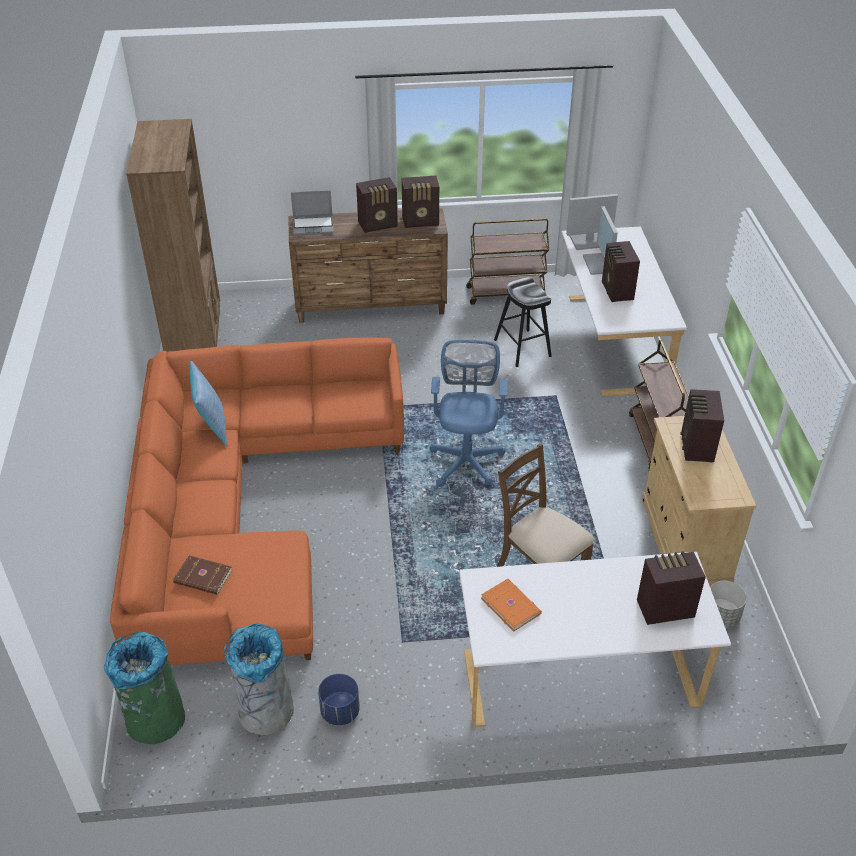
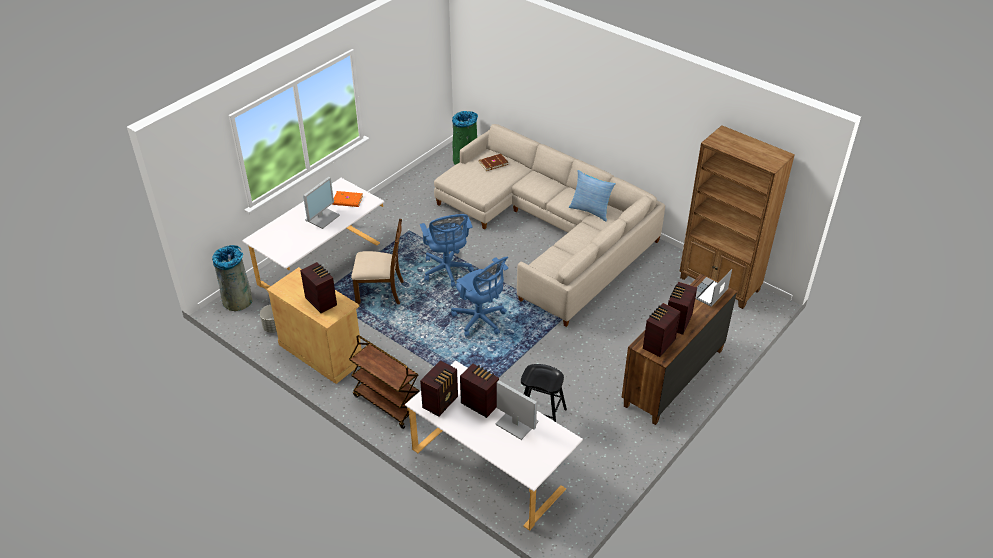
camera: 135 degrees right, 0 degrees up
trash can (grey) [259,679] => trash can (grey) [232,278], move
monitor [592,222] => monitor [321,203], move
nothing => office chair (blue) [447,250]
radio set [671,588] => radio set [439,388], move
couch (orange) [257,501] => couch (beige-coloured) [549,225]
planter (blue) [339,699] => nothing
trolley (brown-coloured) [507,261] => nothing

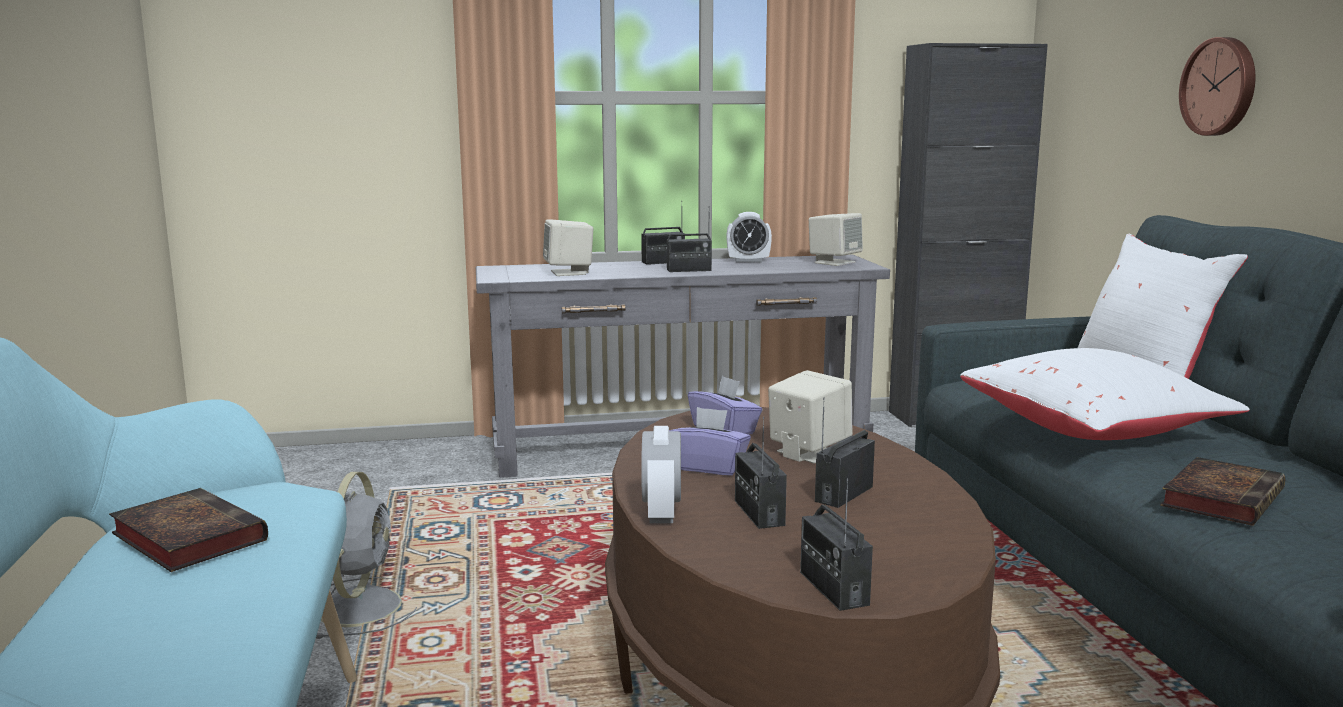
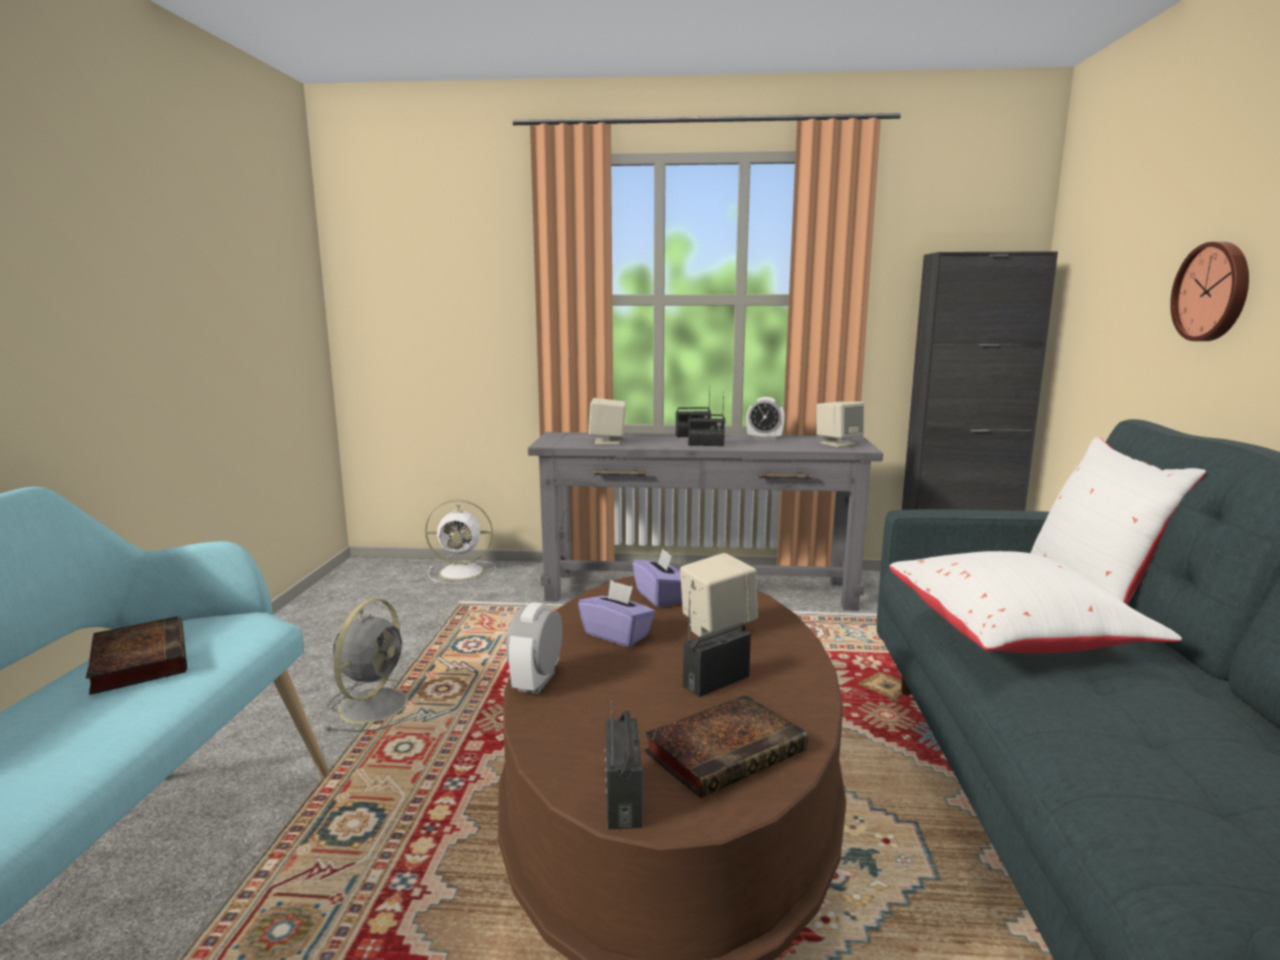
camera: 15 degrees right, 0 degrees up
nothing => electric fan (white-coloured) [460,542]
volume [1223,491] => volume [726,746], move
radio set [761,473] => nothing

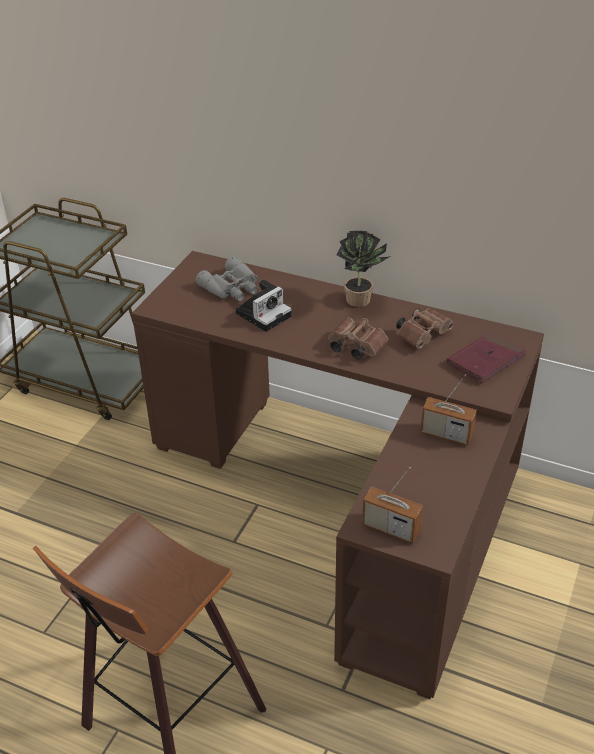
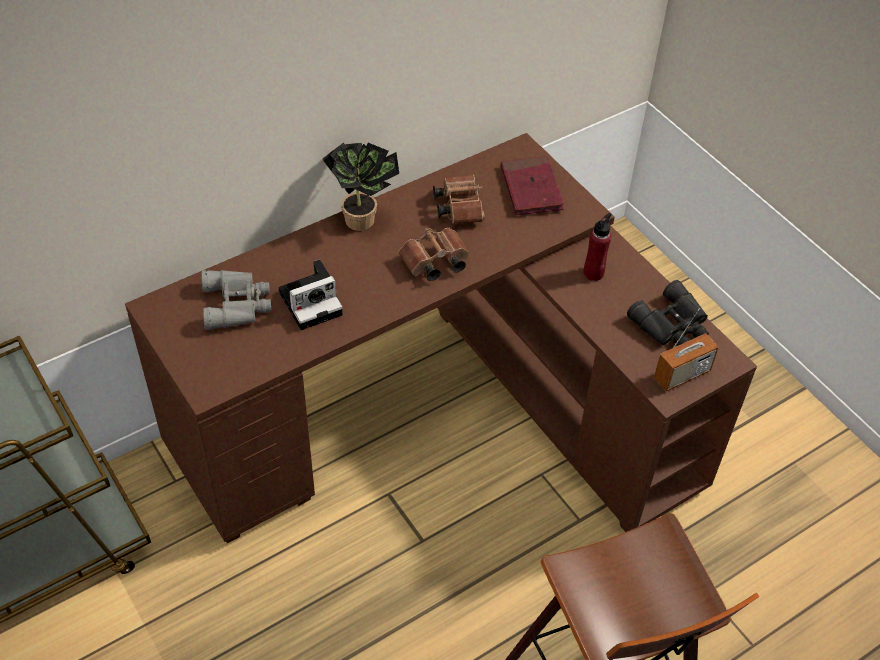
camera: 60 degrees left, 10 degrees up
still camera [264,306] => still camera [311,294], 75 degrees clockwise
radio set [448,410] => drink bottle (red) [597,247]
nothing => binoculars (black) [668,313]

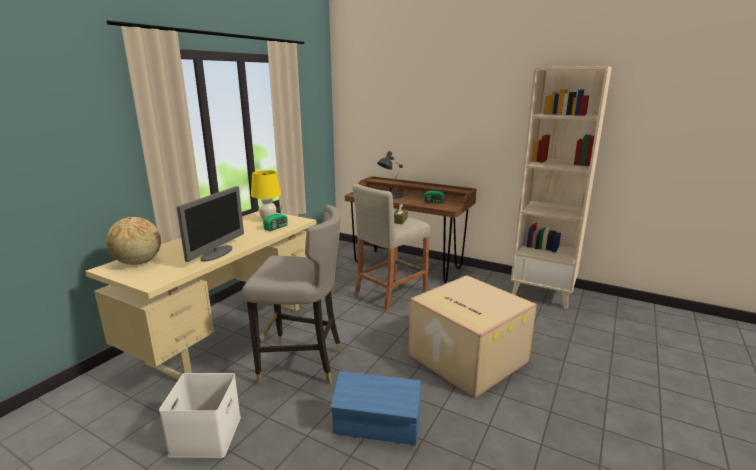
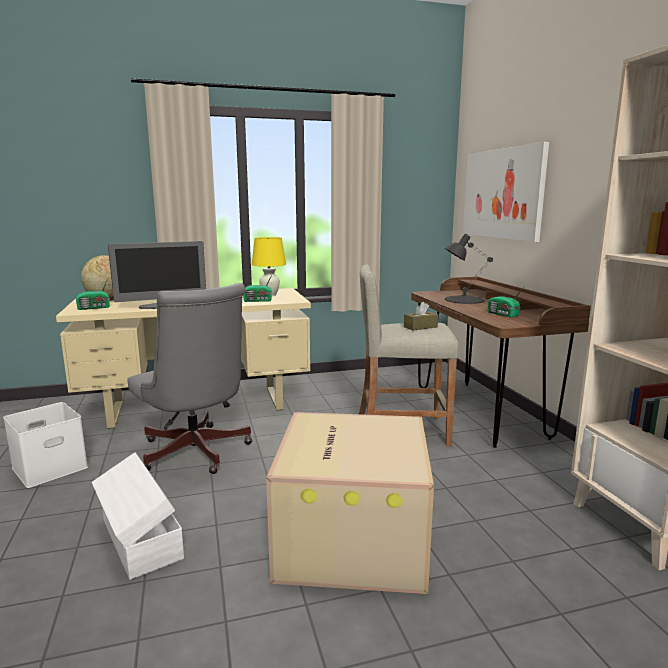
camera: 45 degrees right, 5 degrees down
nothing => radio set [93,294]
storage box (blue) [375,408] => storage box (white-coloured) [138,516]
stool seat (grey) [292,294] => office chair (grey) [189,378]
nothing => picture [506,192]

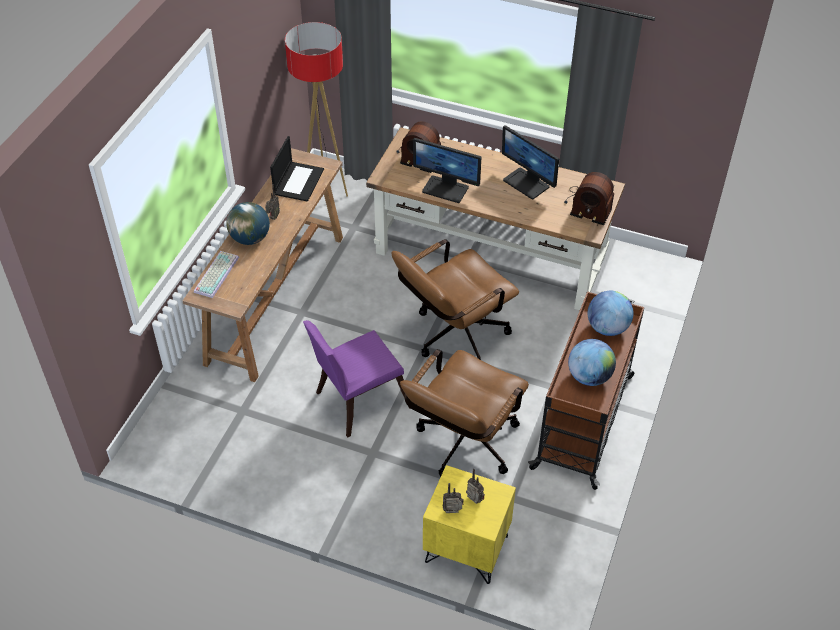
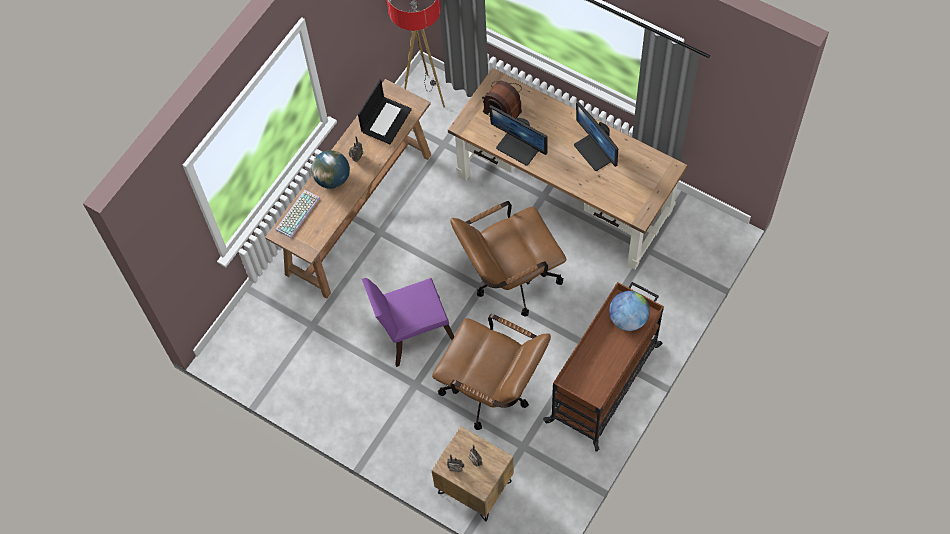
camera: 15 degrees right, 15 degrees up
night table (yellow-coloured) [469,524] => night table (brown-coloured) [472,473]
office chair (brown-coloured) [464,413] => office chair (brown-coloured) [491,372], 105 degrees counterclockwise
radio set [589,198] => nothing
world globe [592,362] => nothing

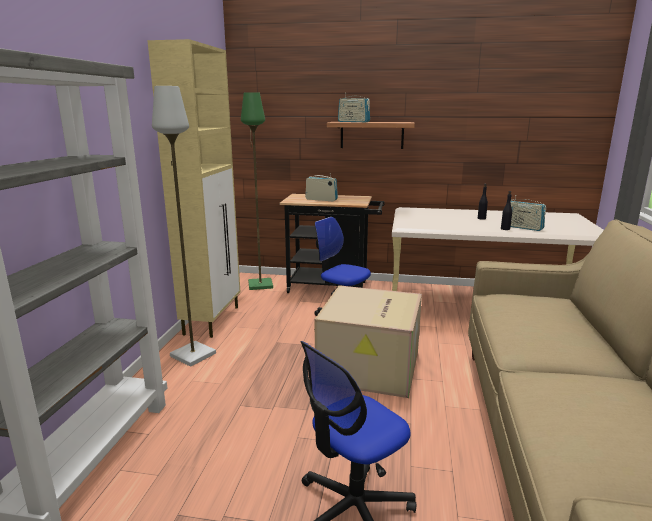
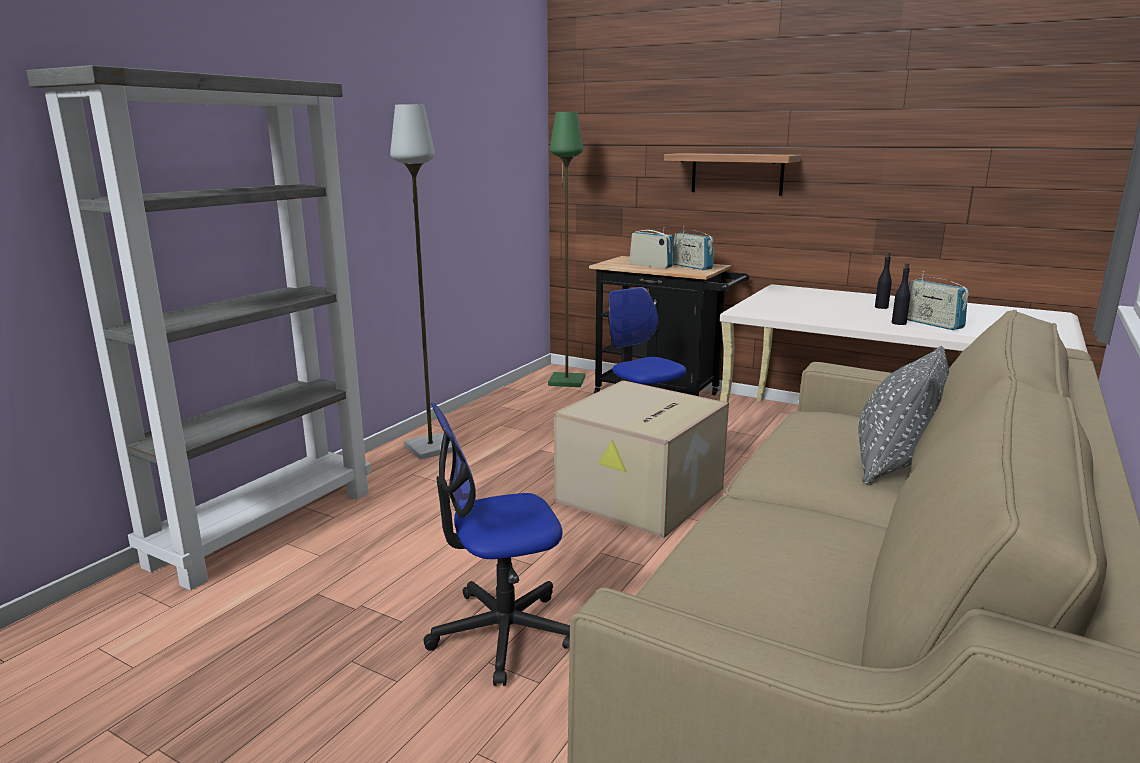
camera: 20 degrees right, 0 degrees up
radio set [354,107] => radio set [693,248], move
nothing => pillow (grey) [903,415]
cupboard (beige-coloured) [193,188] => nothing

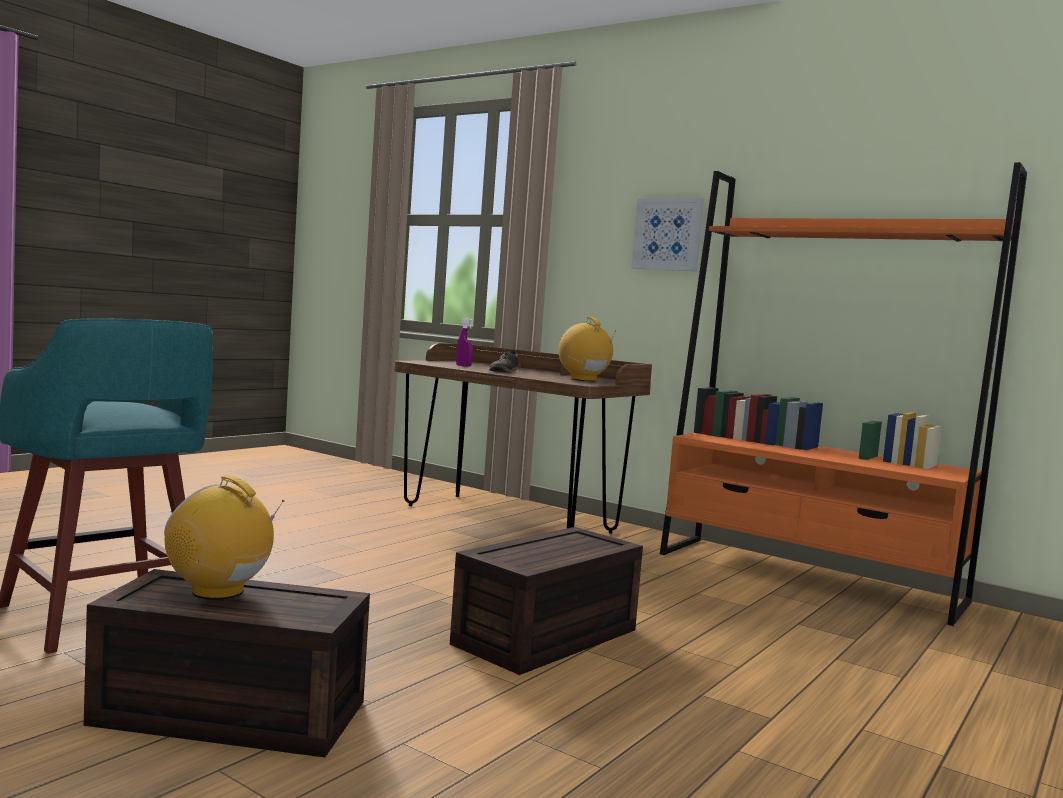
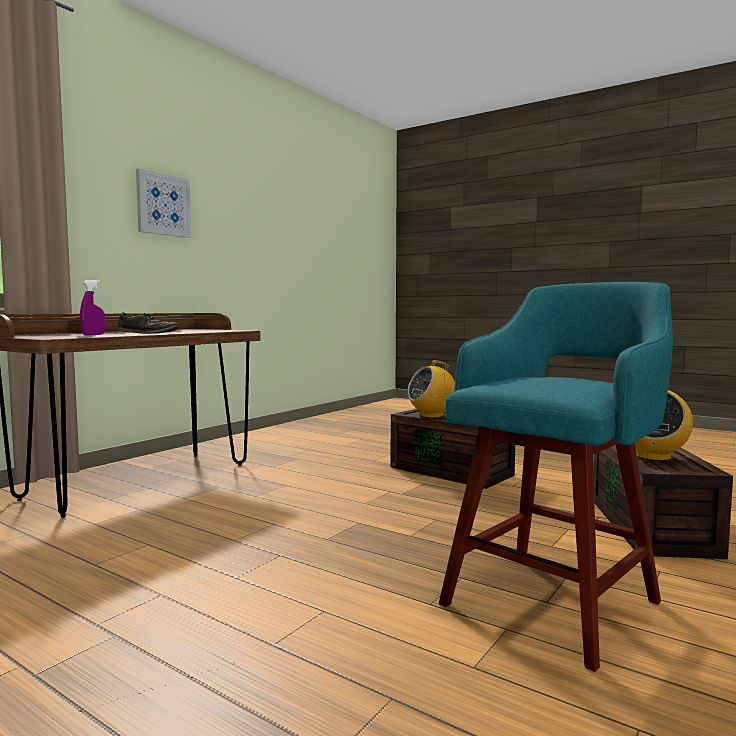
camera: 90 degrees left, 0 degrees up
radio set [587,349] => radio set [431,389], move
bookshelf (orange) [843,394] => nothing

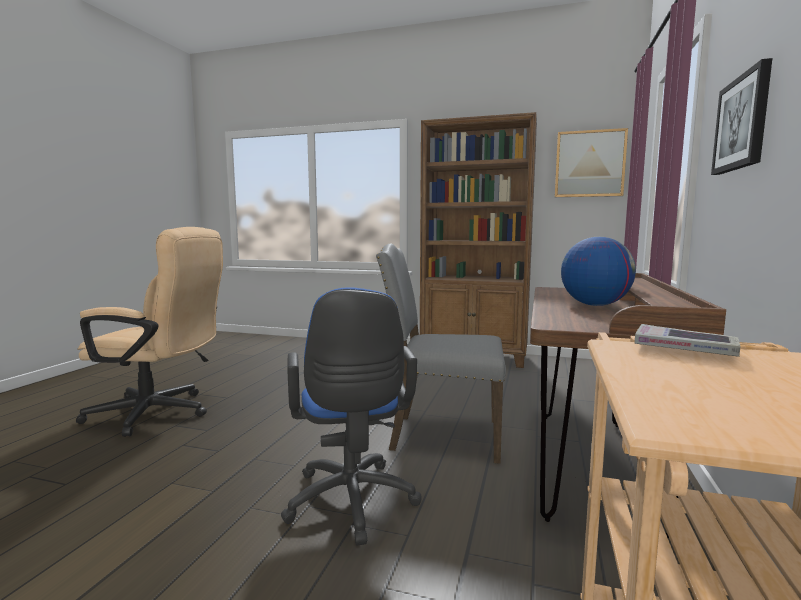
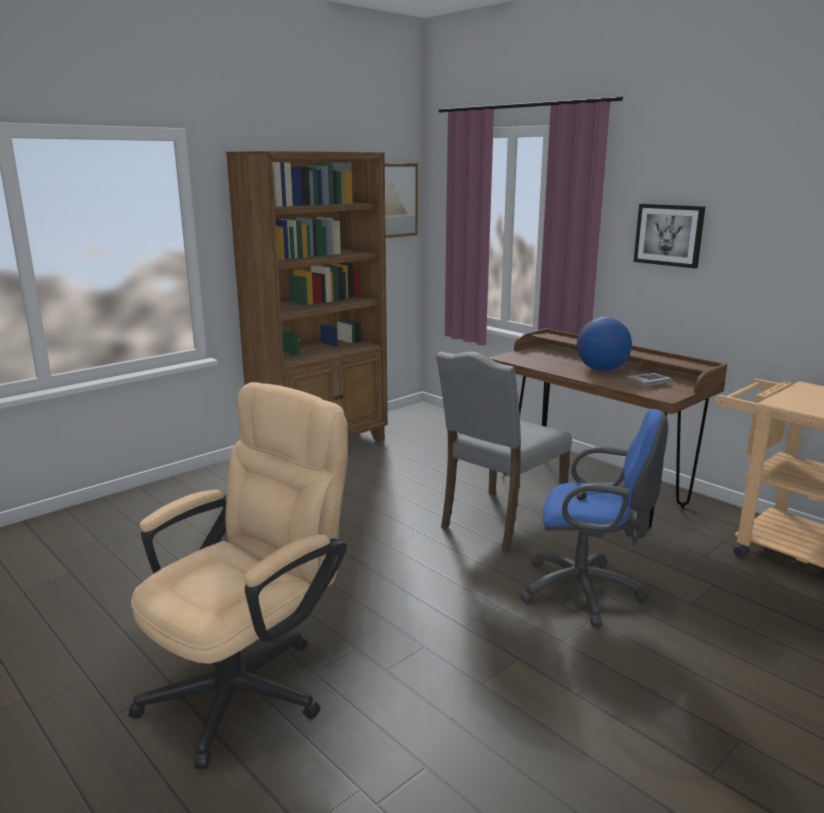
camera: 60 degrees left, 10 degrees up
volume [687,340] => volume [648,380], move

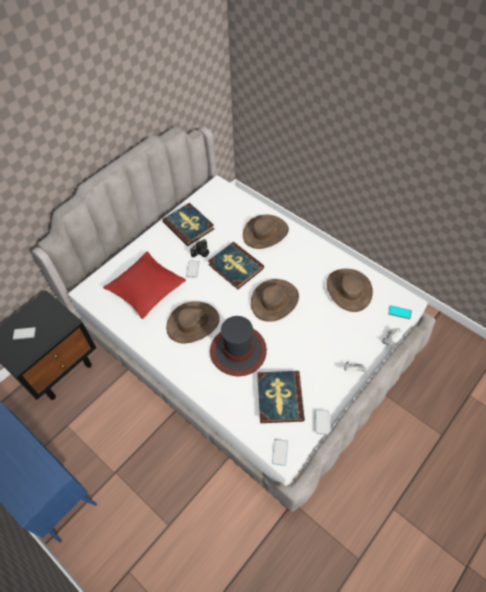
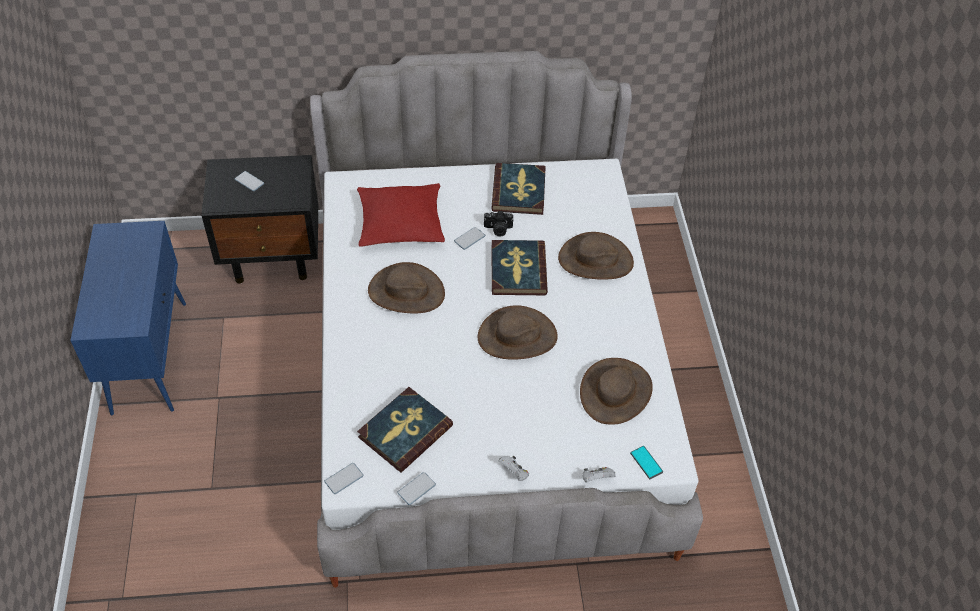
camera: 40 degrees right, 5 degrees down
hat [238,346] => nothing

